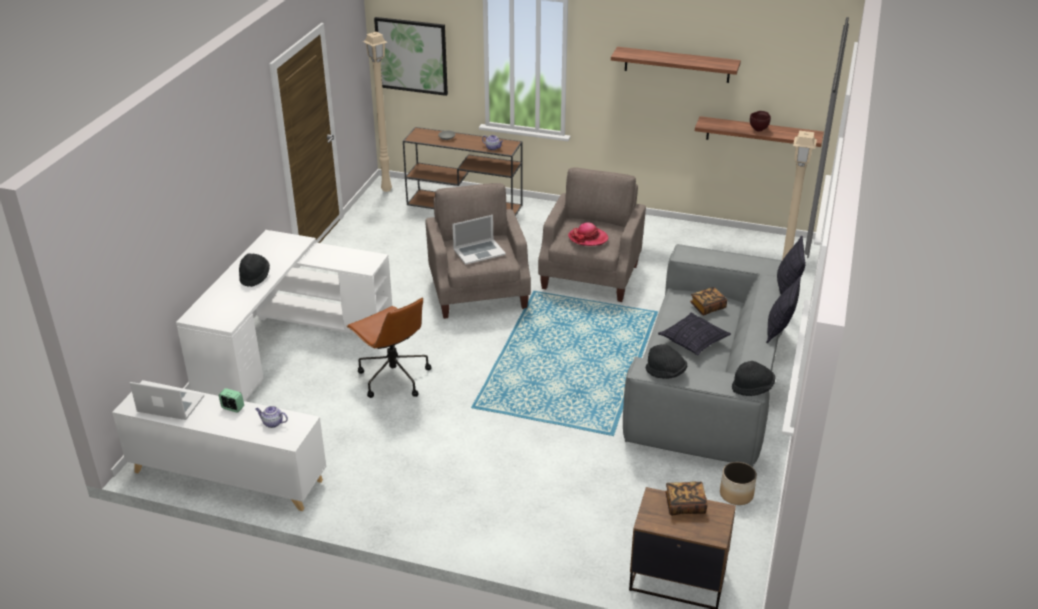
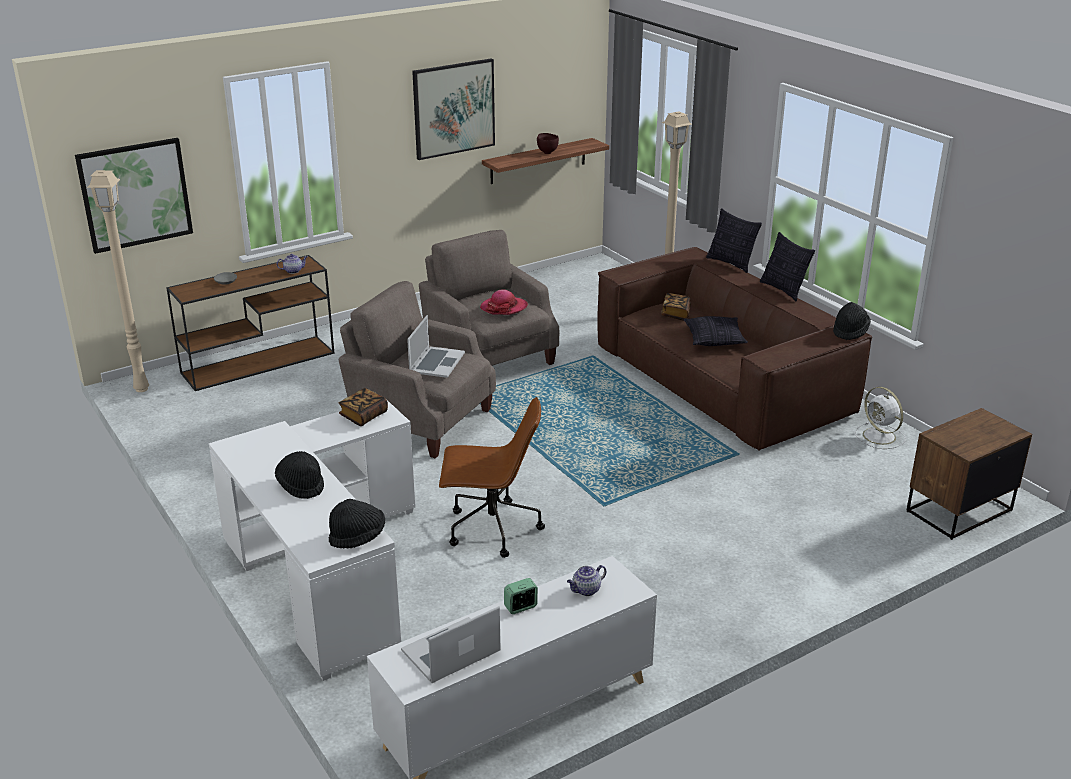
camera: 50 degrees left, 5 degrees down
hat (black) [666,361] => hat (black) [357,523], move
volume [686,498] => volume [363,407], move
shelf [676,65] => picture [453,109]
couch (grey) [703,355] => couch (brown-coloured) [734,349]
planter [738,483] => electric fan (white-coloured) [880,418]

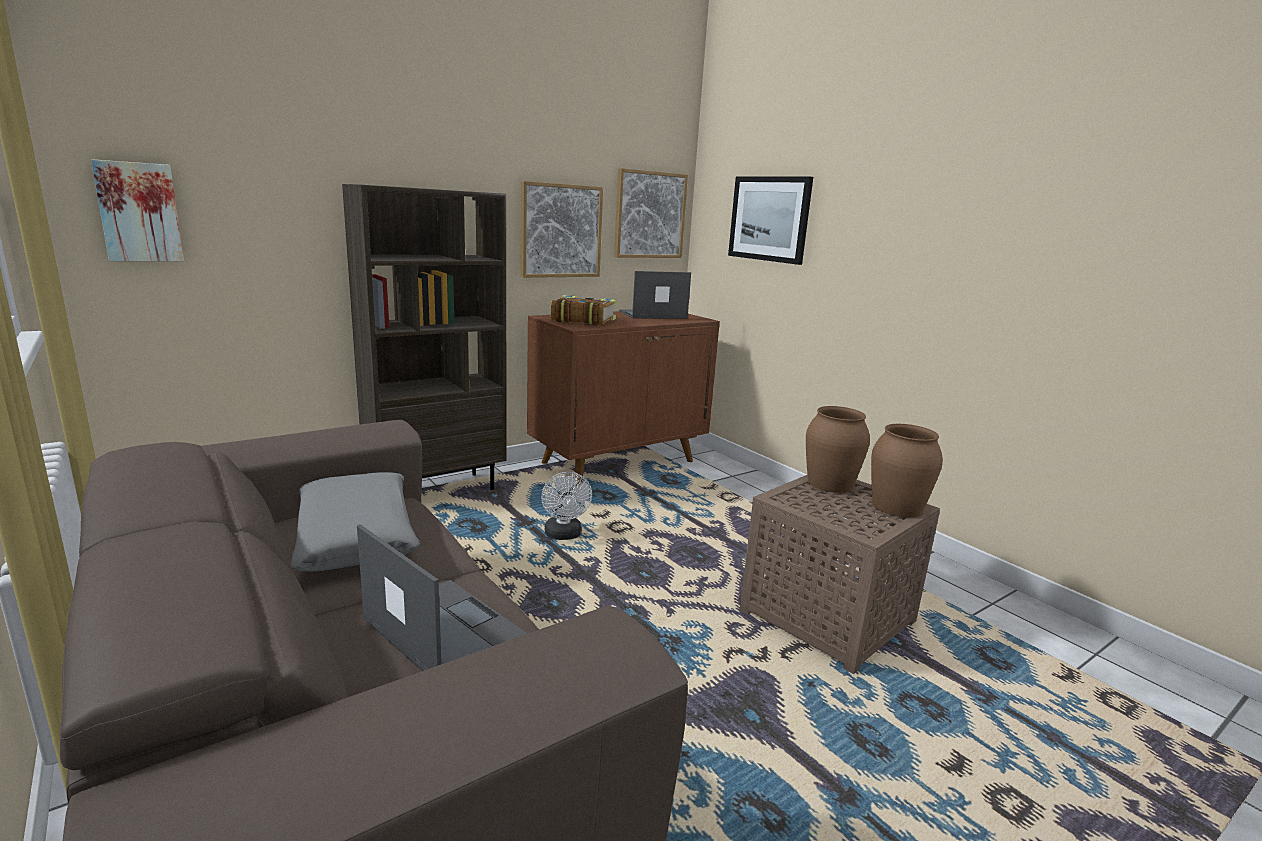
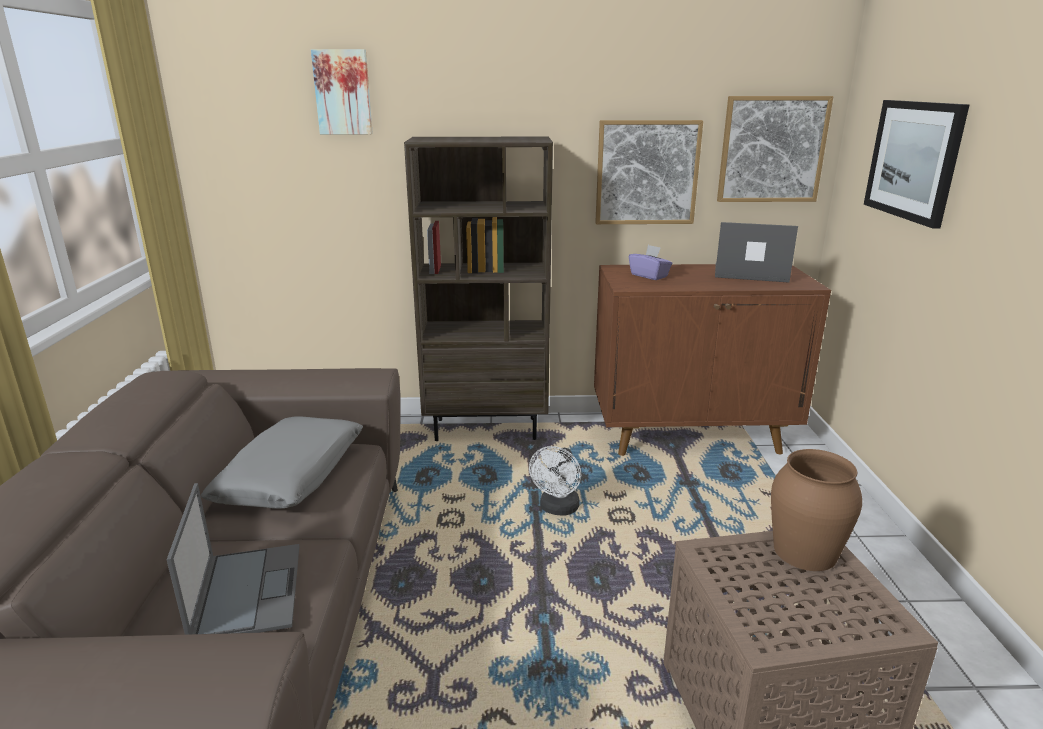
camera: 35 degrees right, 5 degrees up
picture [137,210] => picture [342,91], move
volume [584,310] => tissue holder (purplish) [651,262]
decorative vase (brown-coloured) [907,471] => nothing

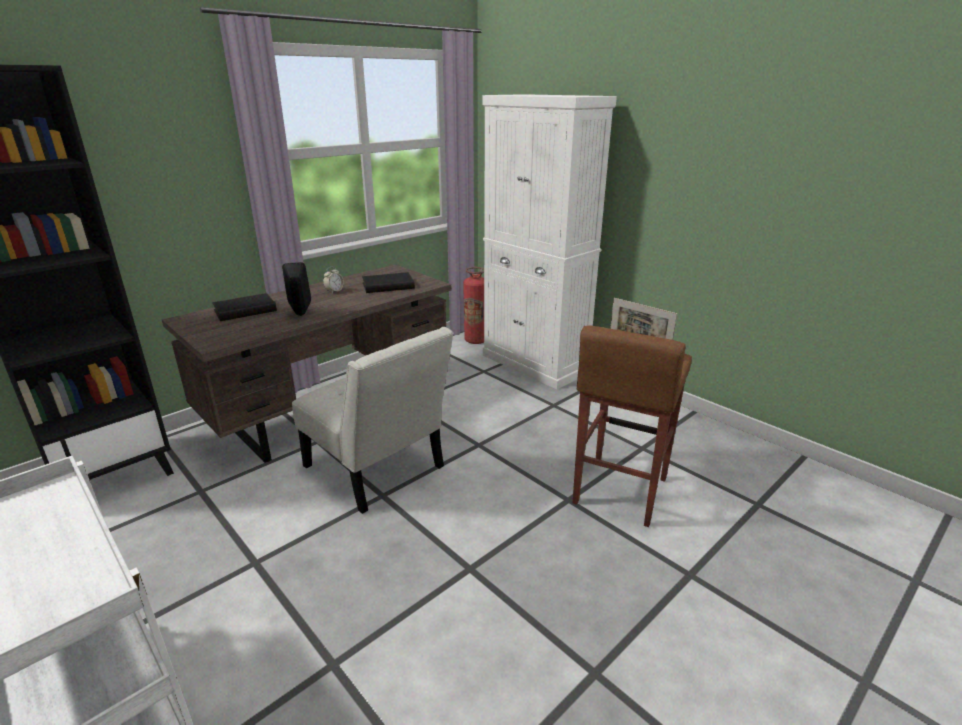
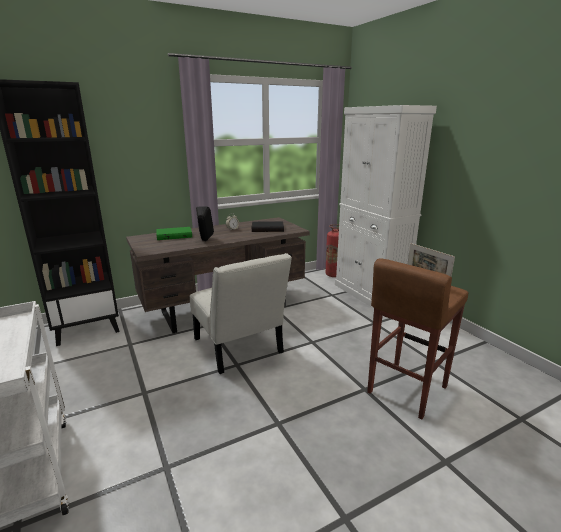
camera: 15 degrees right, 5 degrees down
volume (black) [244,307] => volume (green-coloured) [174,233]

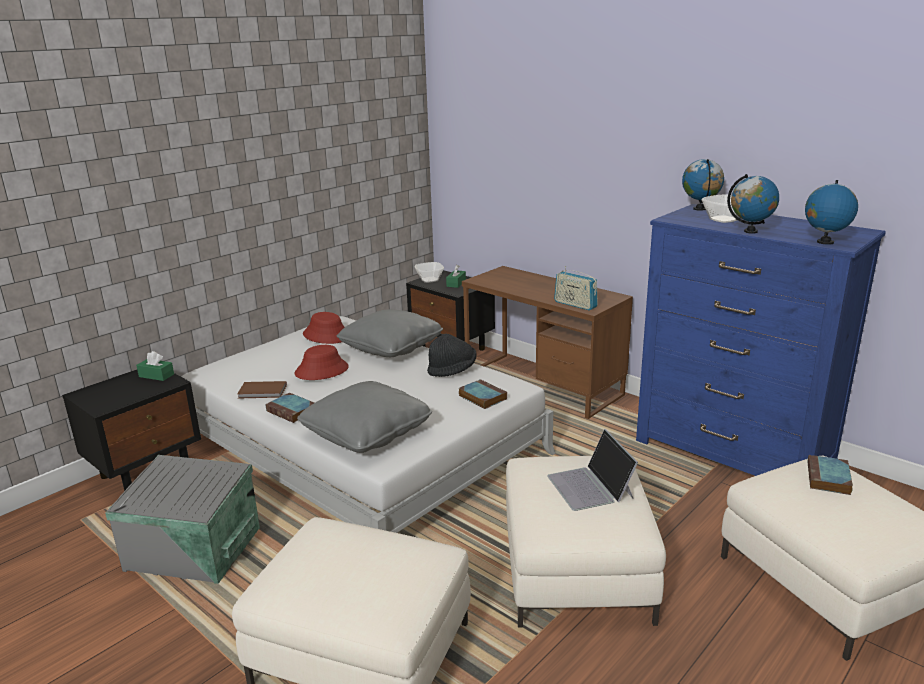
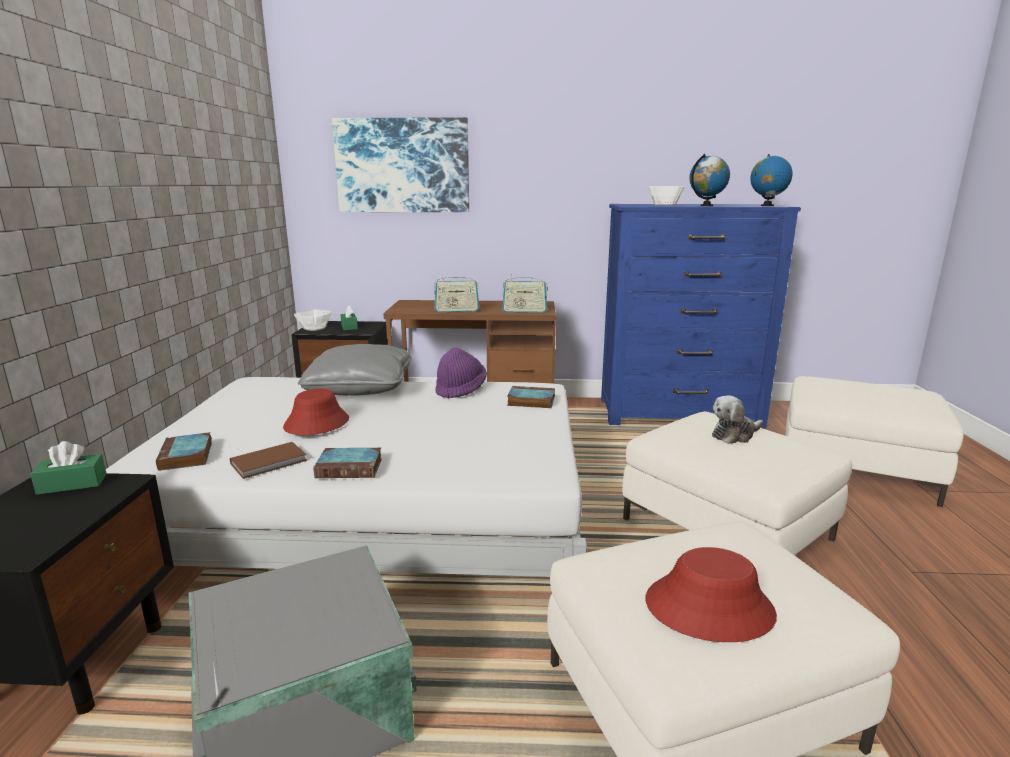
camera: 40 degrees left, 5 degrees down
volume [830,475] => volume [184,451], move
nothing => picture [400,164]
nothing => radio set [456,293]
hat (black) [452,355] => hat (purplish) [461,373]
hat (red) [324,328] => hat (red) [711,594], move
portable computer [592,470] => plush toy [737,419]
pillow (grey) [364,417] => nothing
world globe [703,185] => nothing

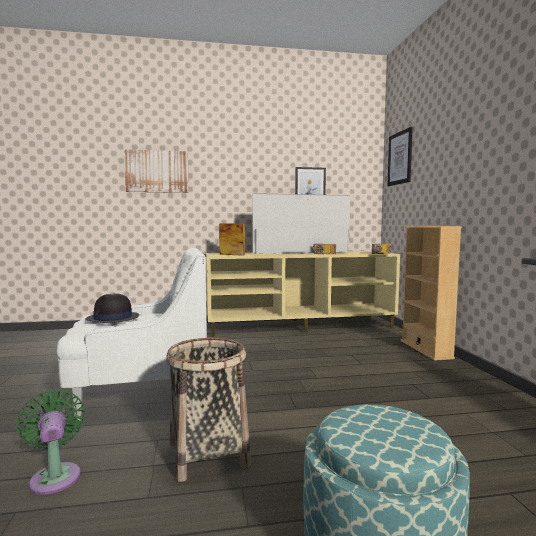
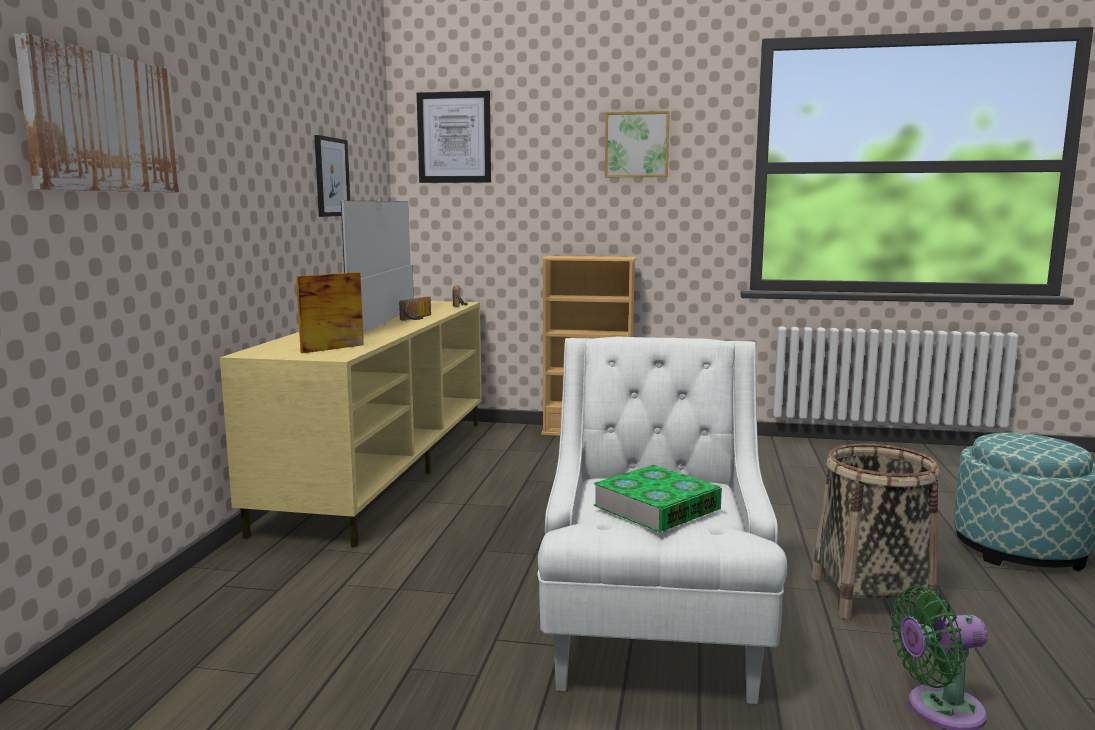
camera: 70 degrees left, 5 degrees up
hat (black) [112,308] => volume [657,498]
nothing => picture [637,144]

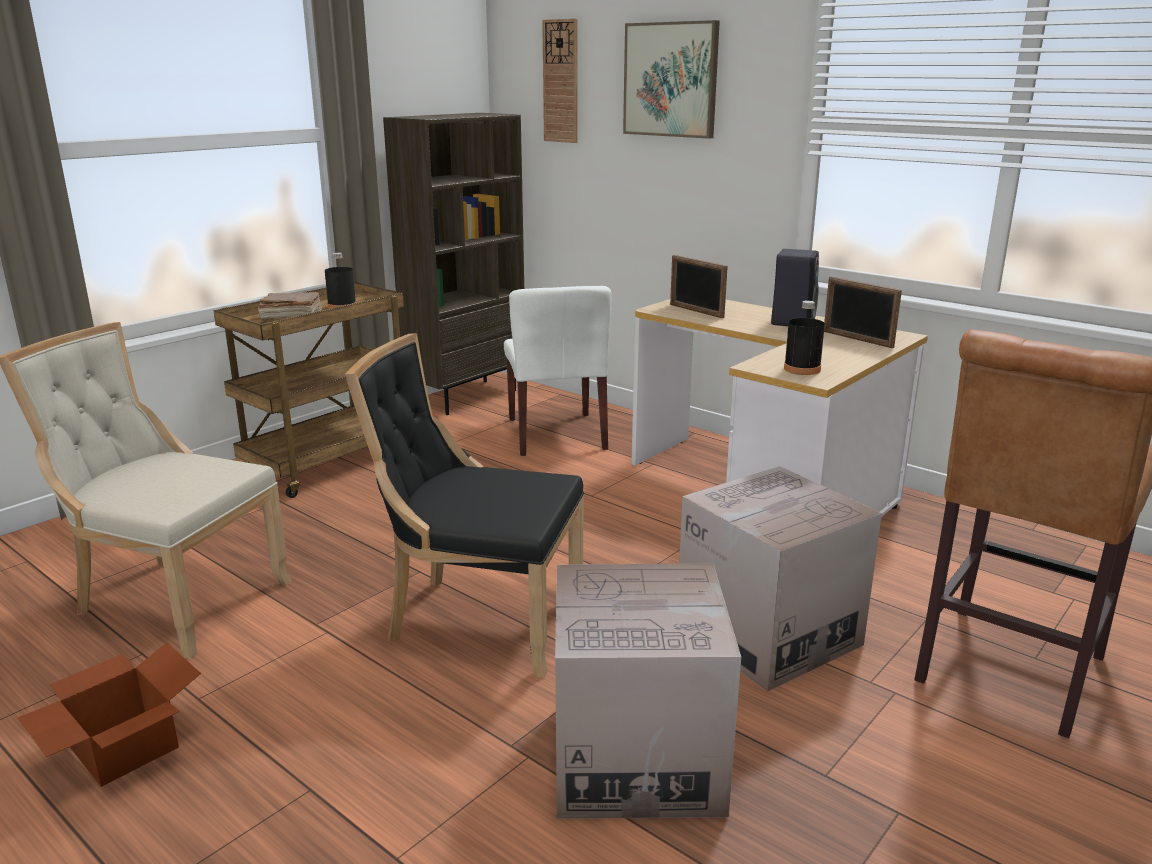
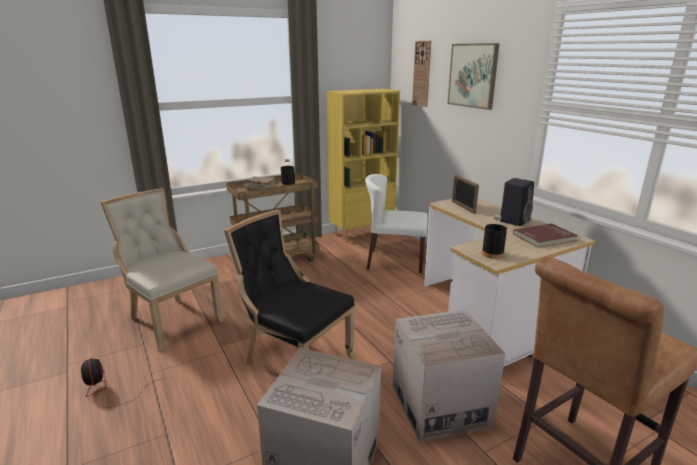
camera: 20 degrees right, 0 degrees up
cardboard box [109,714] => electric fan [122,383]
bookshelf (brown-coloured) [453,264] => bookshelf (yellow-coloured) [363,166]
plain chair (white-coloured) [557,371] => plain chair (white-coloured) [396,223], 90 degrees clockwise
standing frame [863,312] => volume (red) [545,235]

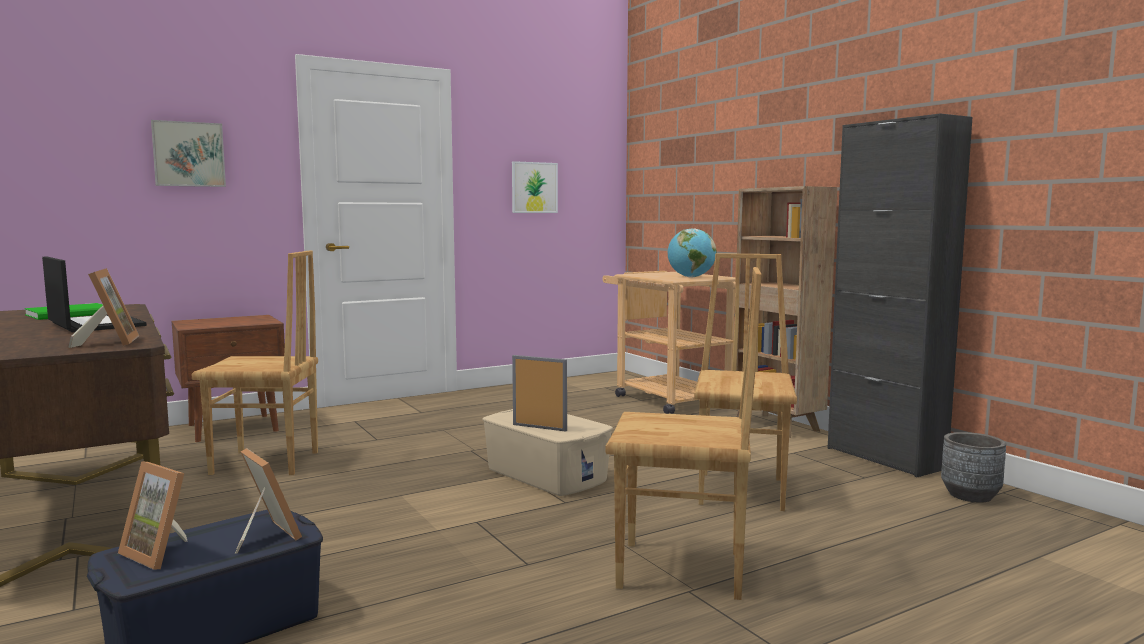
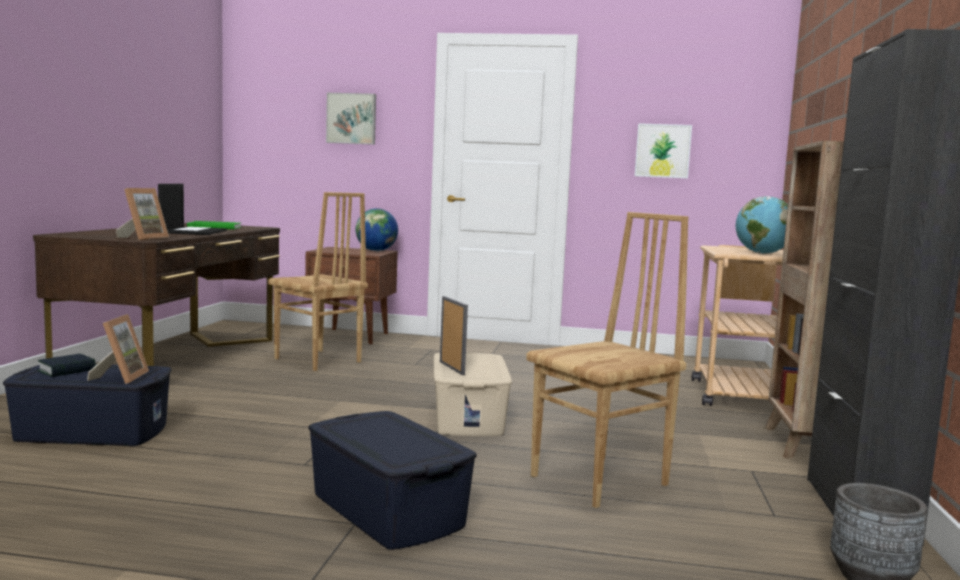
camera: 40 degrees right, 0 degrees up
standing frame [153,515] => volume [66,365]
plain chair (brown-coloured) [683,433] => storage box (blue) [392,480]
nothing => world globe [377,229]

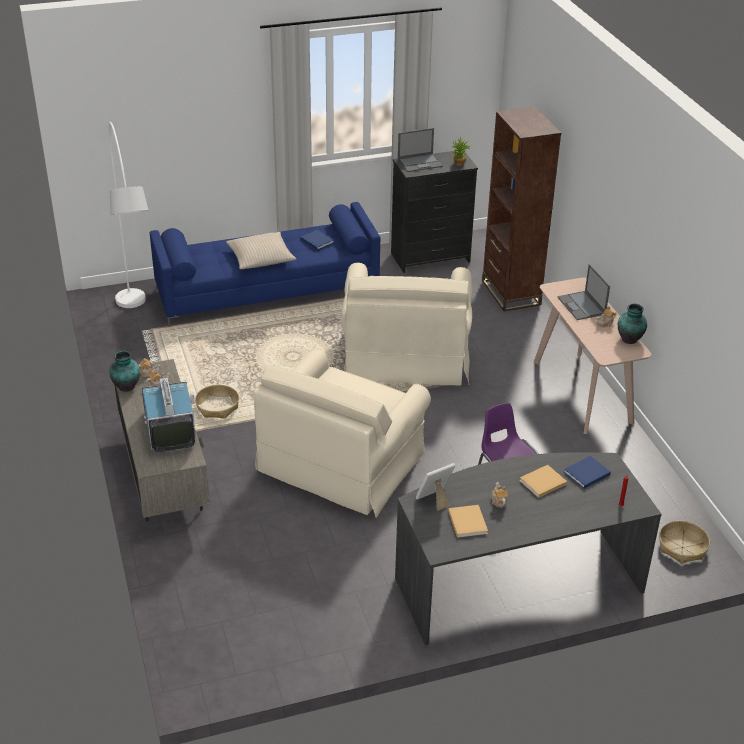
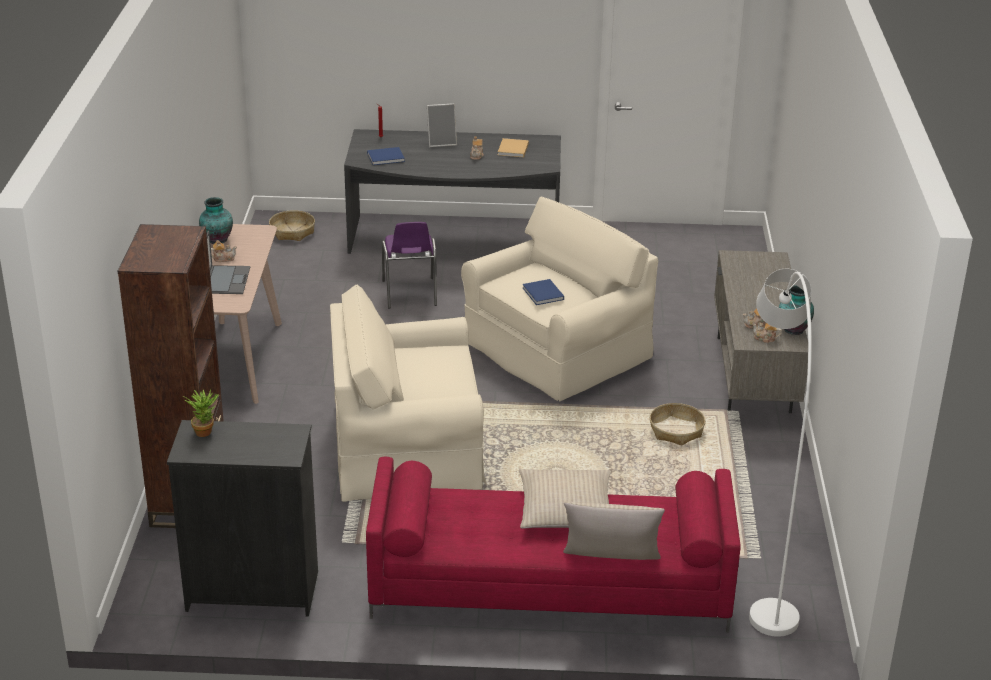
camera: 160 degrees left, 5 degrees down
easy chair (beige-coloured) [406,324] => easy chair (beige-coloured) [408,393], 120 degrees counterclockwise
couch (blue) [265,264] => couch (red) [553,545]
standing frame [435,487] => standing frame [442,125], move
volume (blue) [317,240] => volume (blue) [543,292], move
nothing => pillow (beige-coloured) [614,531]
TV set [169,415] => nothing
portable computer [420,150] => nothing
volume (beige-coloured) [543,481] => nothing

